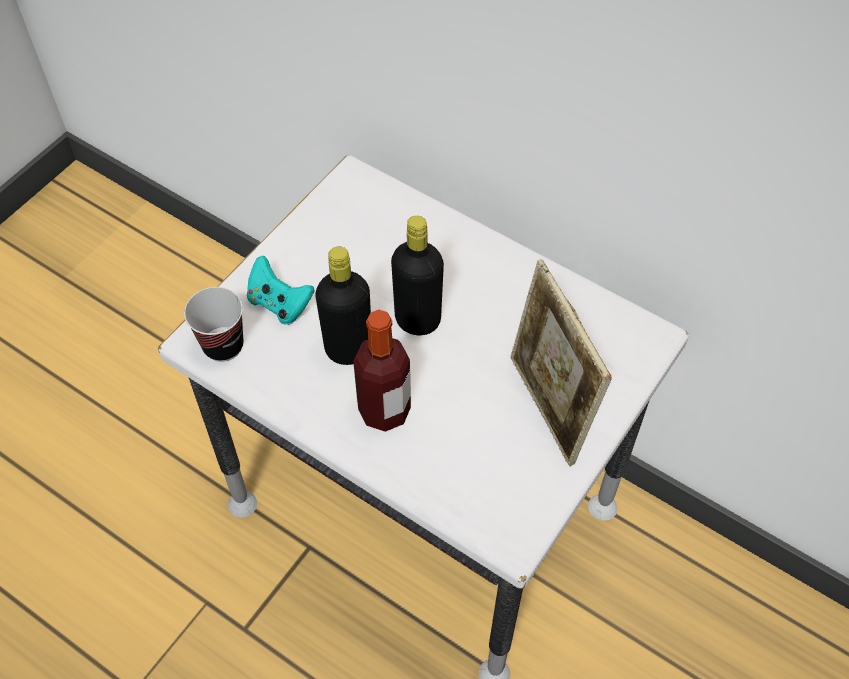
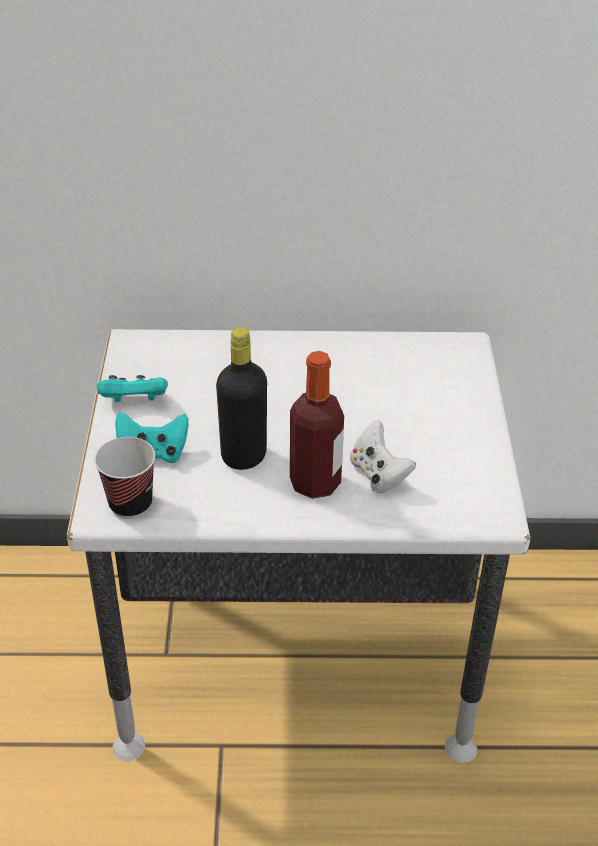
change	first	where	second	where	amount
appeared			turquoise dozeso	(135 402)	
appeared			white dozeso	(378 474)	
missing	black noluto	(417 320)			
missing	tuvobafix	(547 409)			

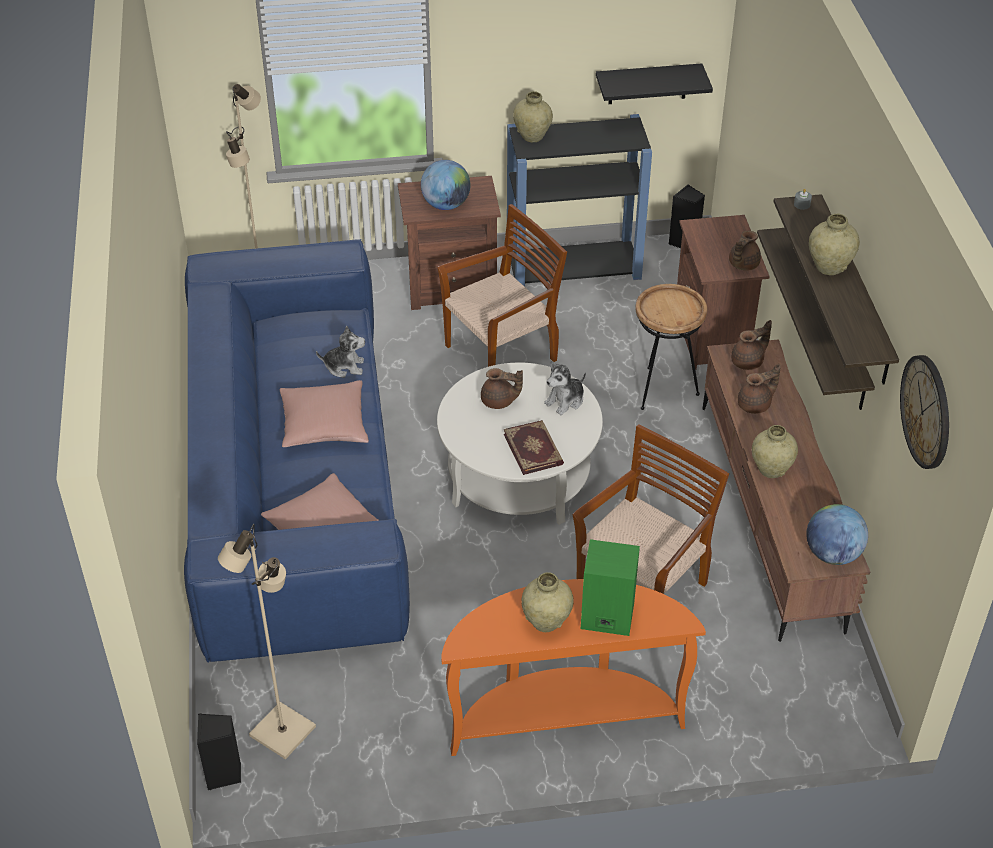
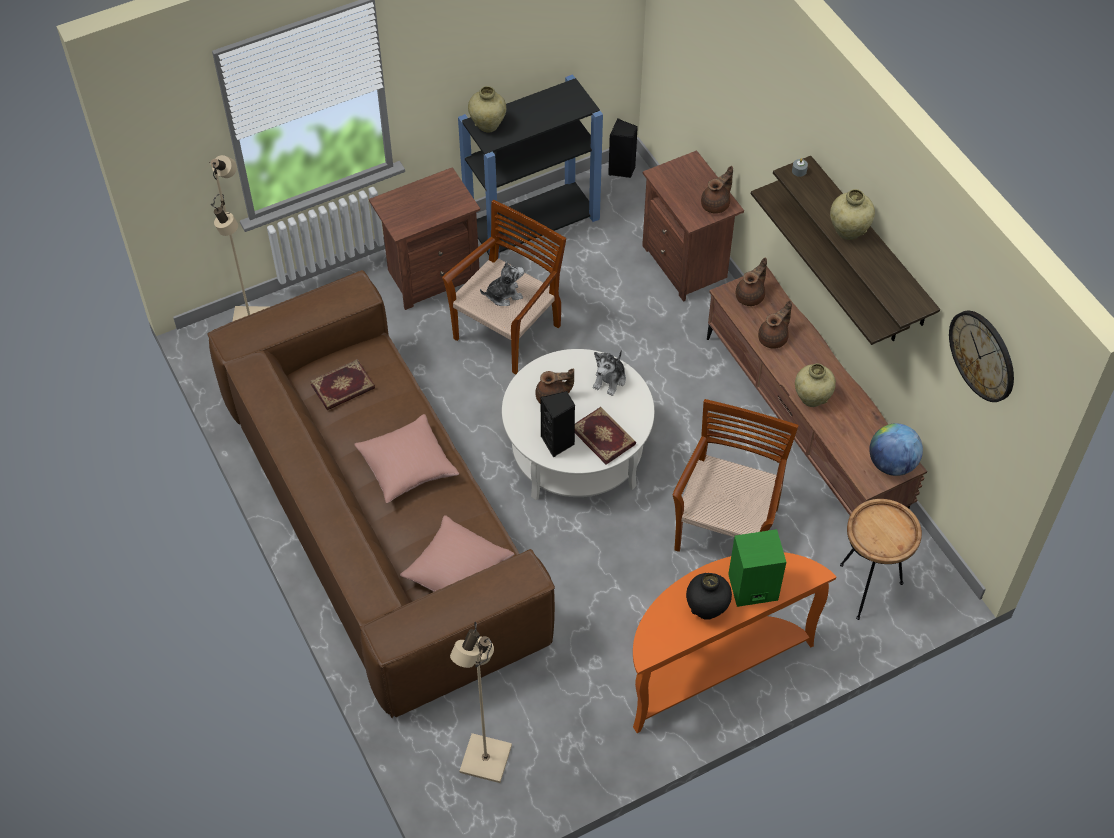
change	first	where	second	where	amount
colour	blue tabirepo	(295 480)	brown tabirepo	(382 517)	
appeared			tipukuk	(343 387)	
relocated	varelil	(344 367)		(504 295)	
relocated	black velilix	(224 774)		(558 442)	
colour	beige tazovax	(546 621)	black tazovax	(706 609)	
spun	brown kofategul	(742 264)		(716 204)	150 degrees counterclockwise
relocated	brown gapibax	(662 390)		(867 588)	
missing	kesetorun	(446 205)			
missing	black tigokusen	(647 84)			

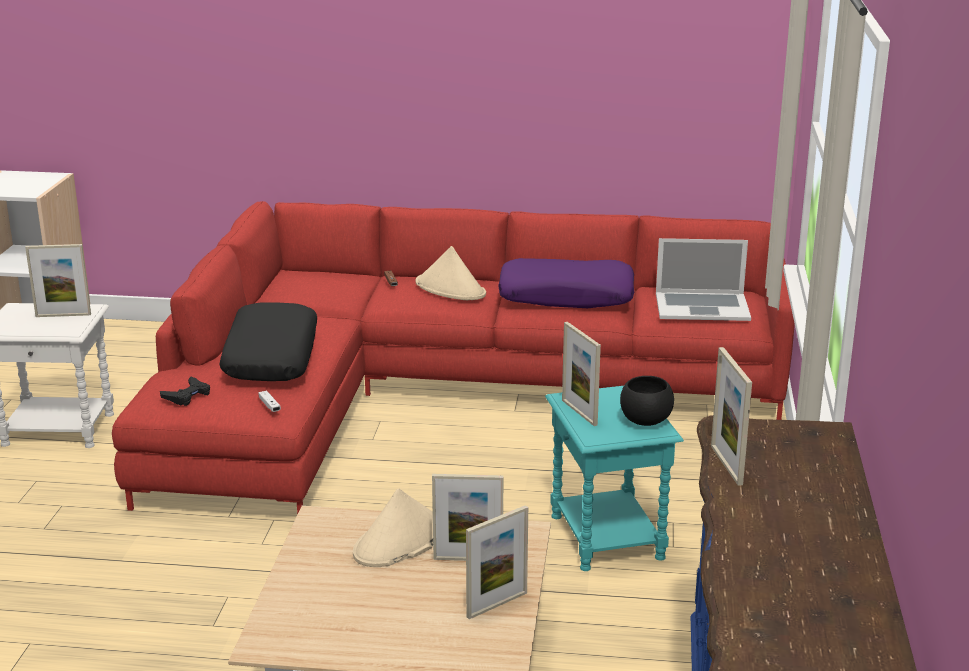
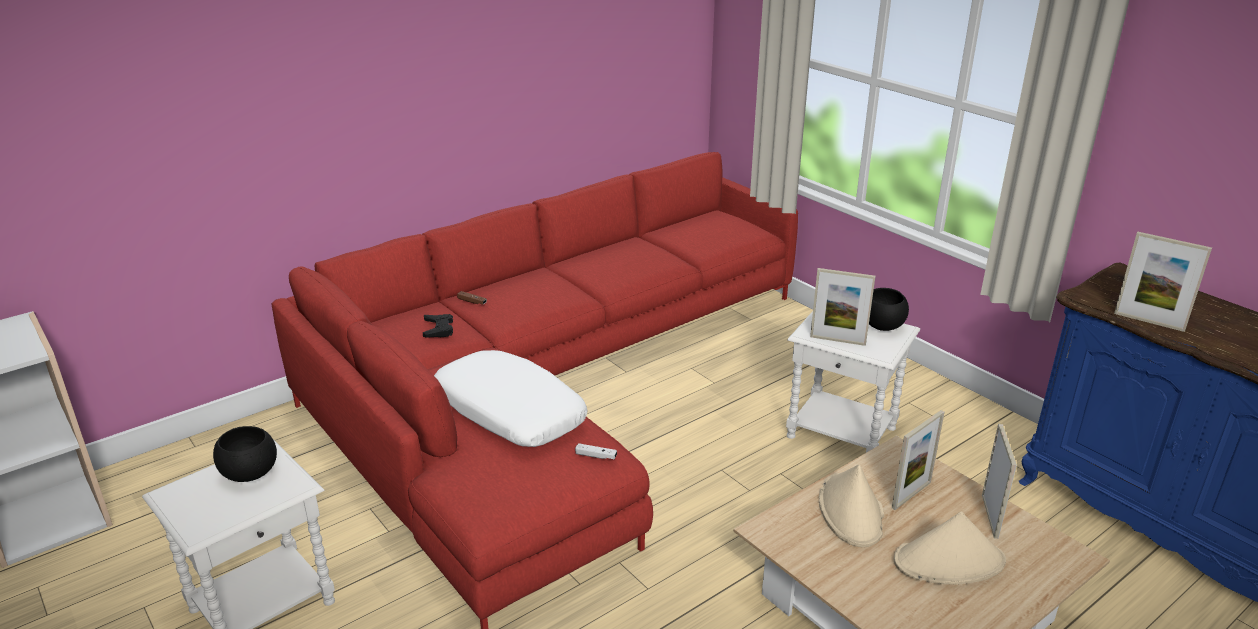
change	first	where	second	where	amount
exchanged	tuvobafix	(63 315)	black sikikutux	(250 473)	
relocated	black dozeso	(187 396)		(438 329)	
colour	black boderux	(270 357)	white boderux	(508 412)	
colour	turquoise gapibax	(609 536)	white gapibax	(842 431)	
relocated	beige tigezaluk	(451 289)		(949 561)	
missing	purple boderux	(566 296)			
missing	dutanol	(702 306)			

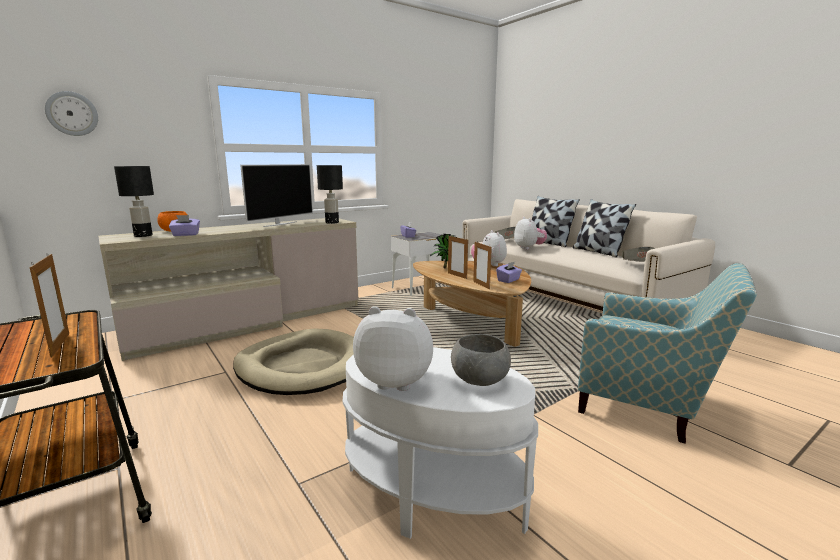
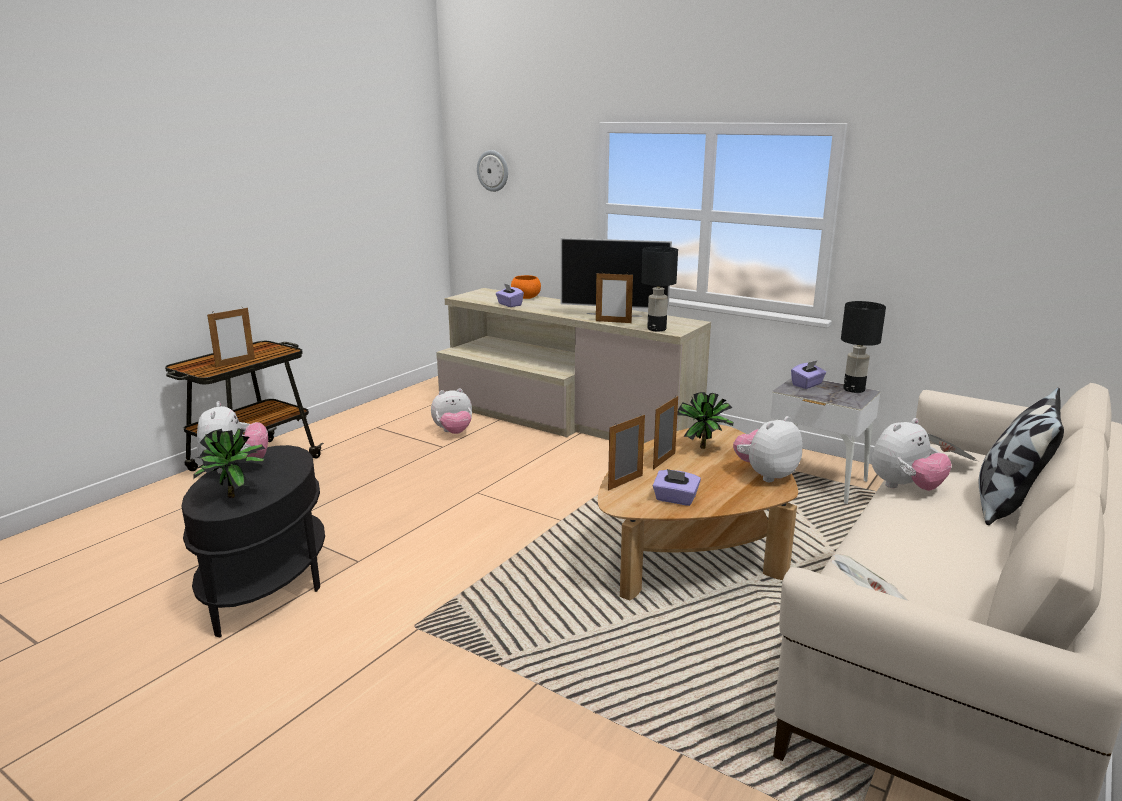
change	first	where	second	where	amount
colour	white gapibax	(433 494)	black gapibax	(266 586)	
exchanged	grey sikikutux	(479 379)	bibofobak	(236 496)	
appeared			varelil	(453 432)	
appeared			tuvobafix	(613 322)	
relocated	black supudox	(143 235)		(854 390)	
missing	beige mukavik	(303 367)			
missing	boderux	(598 252)			
missing	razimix	(650 405)			

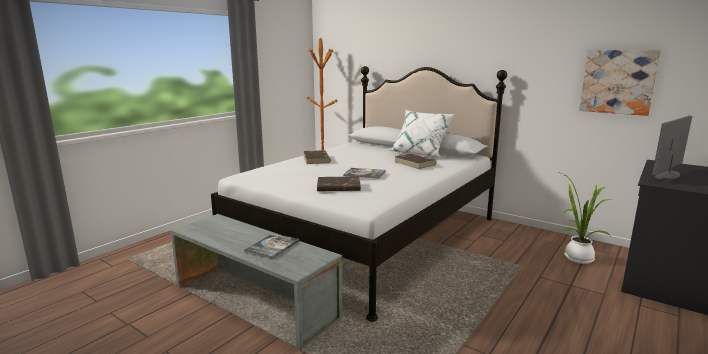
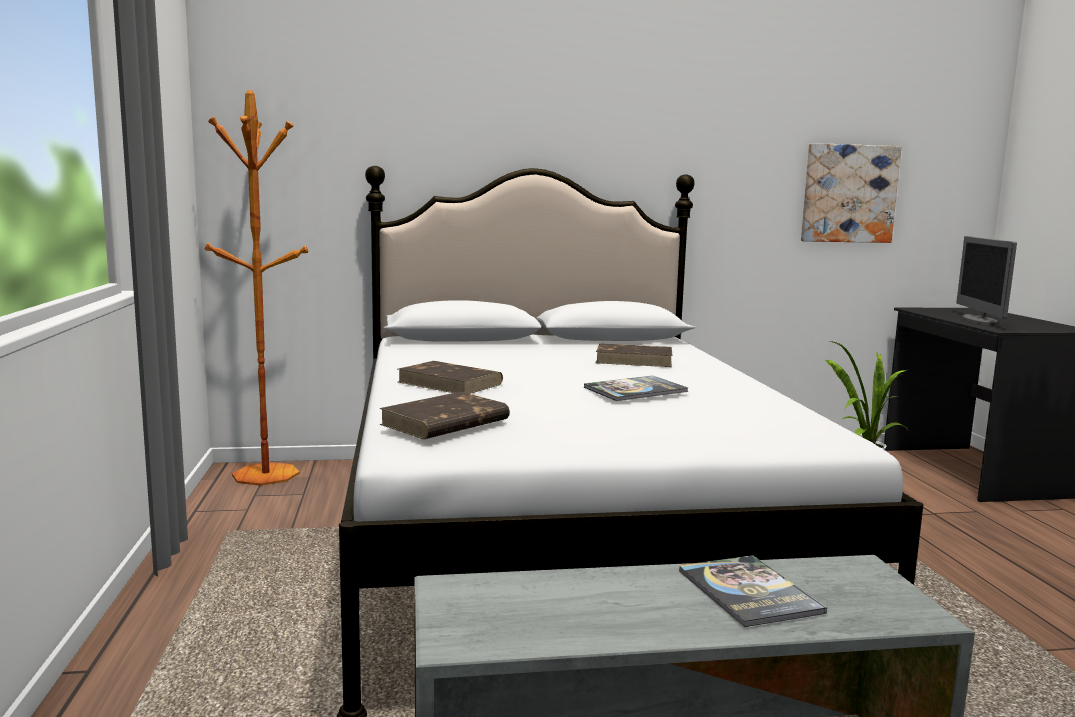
change	first	where	second	where	amount
relocated	brown tipukuk	(338 187)		(444 422)	
missing	white boderux	(420 154)			

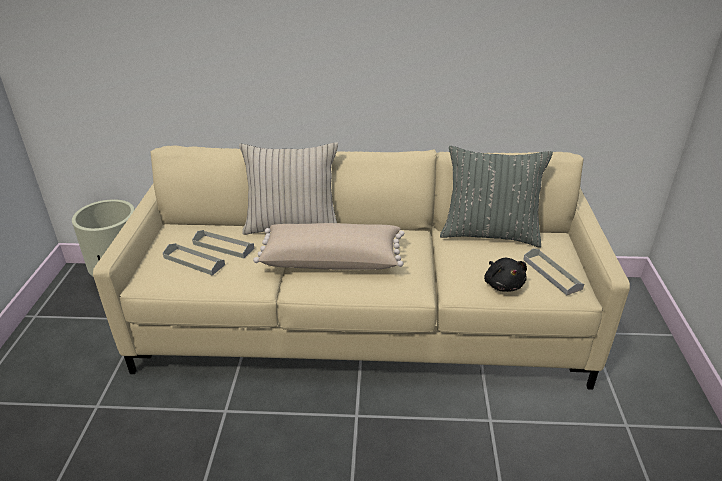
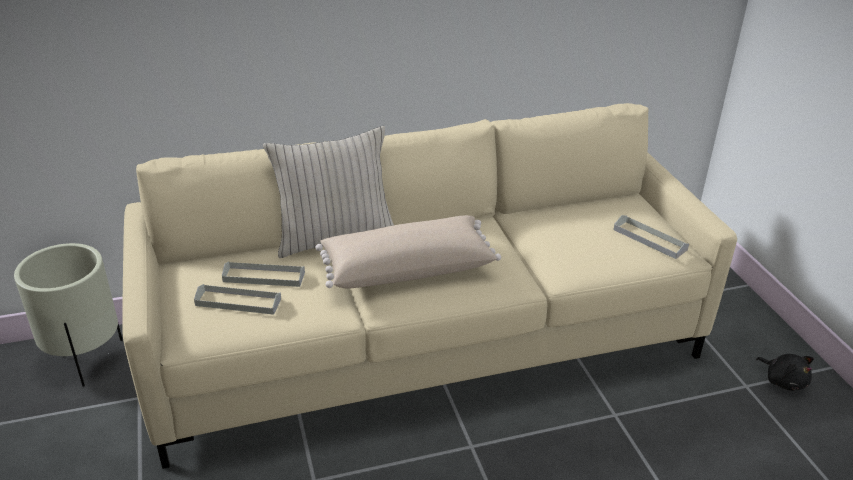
change	first	where	second	where	amount
relocated	black varelil	(503 284)		(783 381)	
missing	grey boderux	(489 234)			

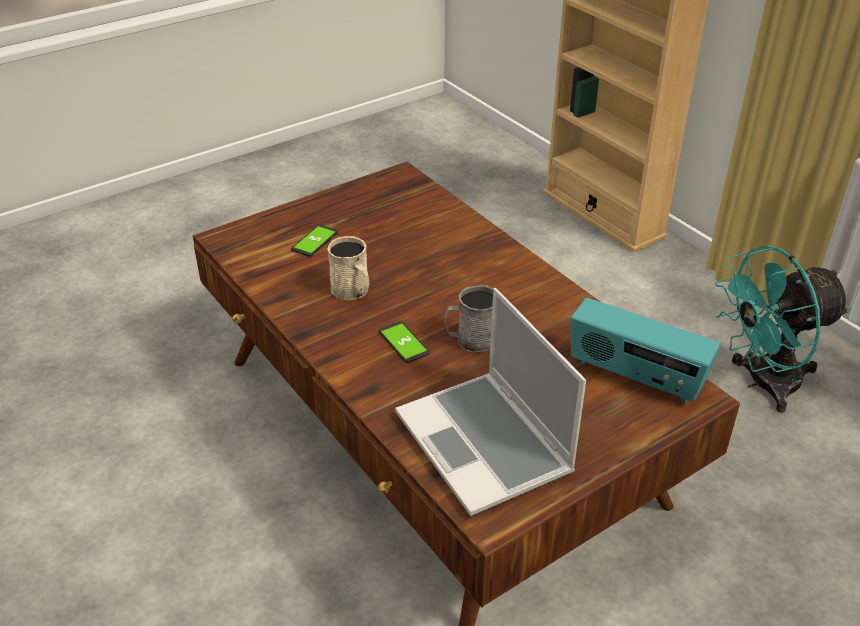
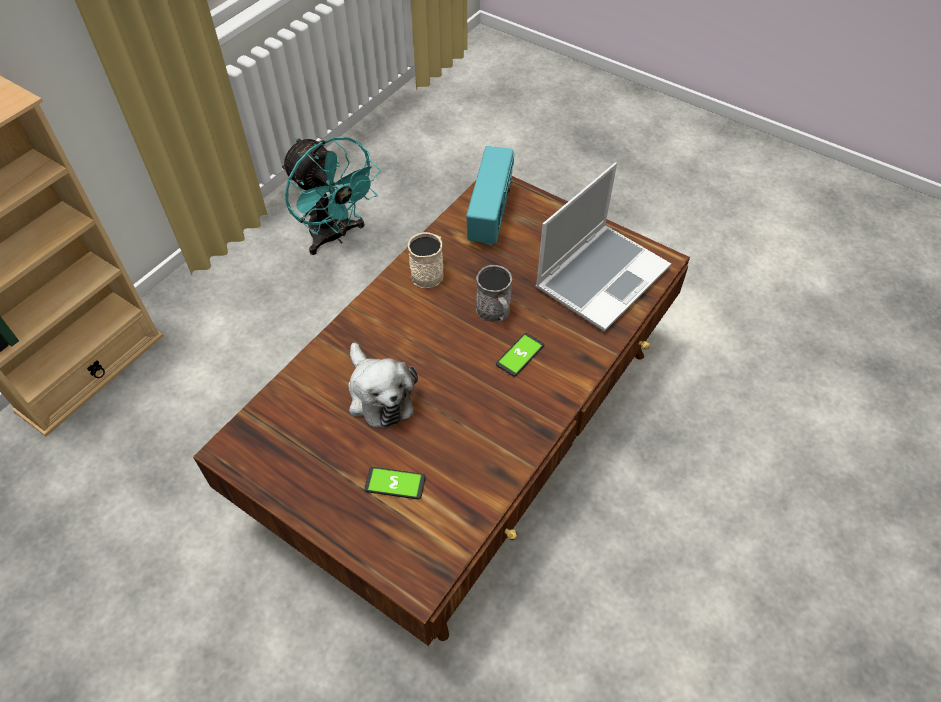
change	first	where	second	where	amount
appeared			varelil	(378 395)	
relocated	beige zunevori	(353 291)		(429 272)	

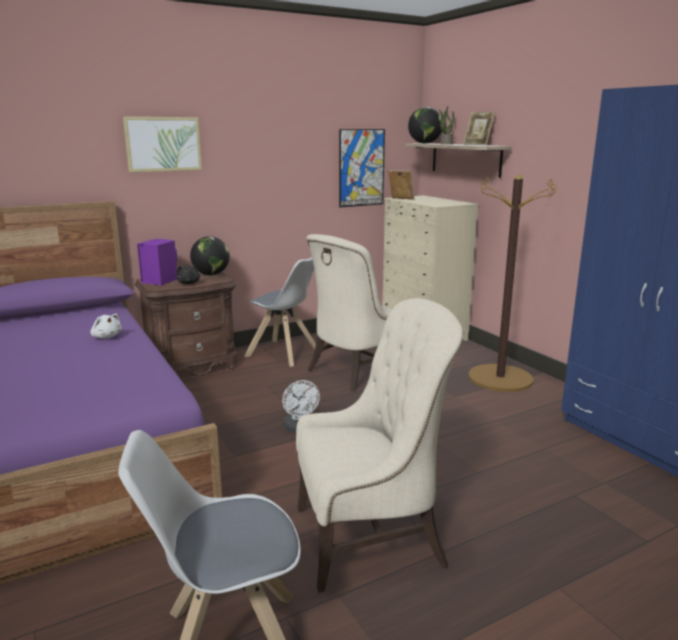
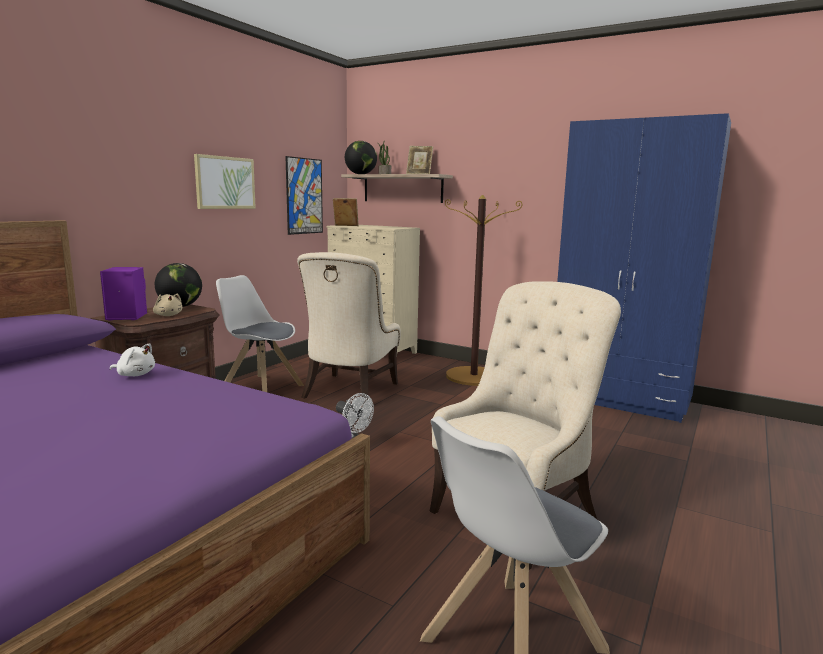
change	first	where	second	where	amount
colour	black varelil	(188 283)	beige varelil	(168 315)	
relocated	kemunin	(163 144)		(225 182)	
spun	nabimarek	(284 353)		(260 387)	150 degrees counterclockwise

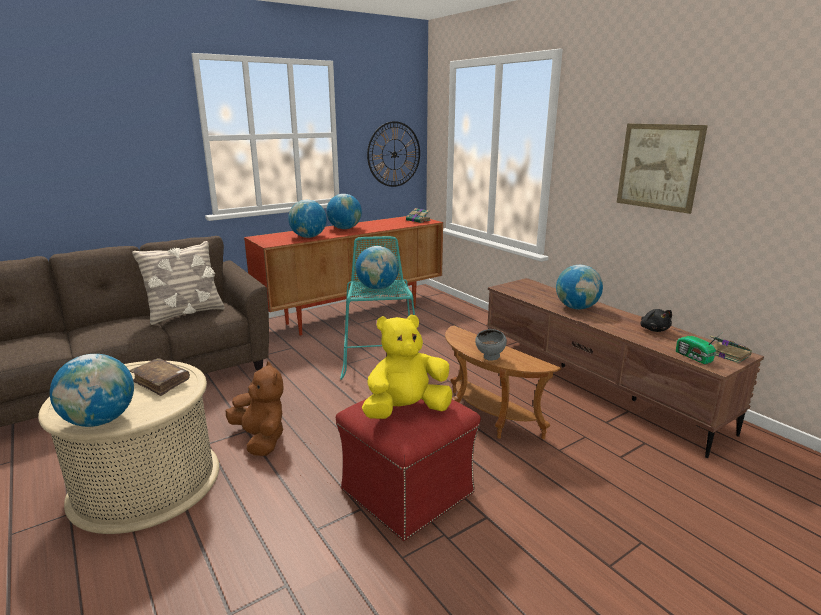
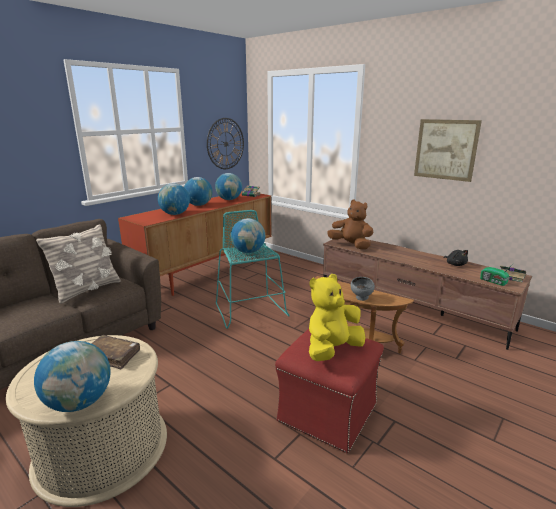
change	first	where	second	where	amount
relocated	kesetorun	(576 308)		(229 199)	
relocated	brown varelil	(261 439)		(351 245)	

